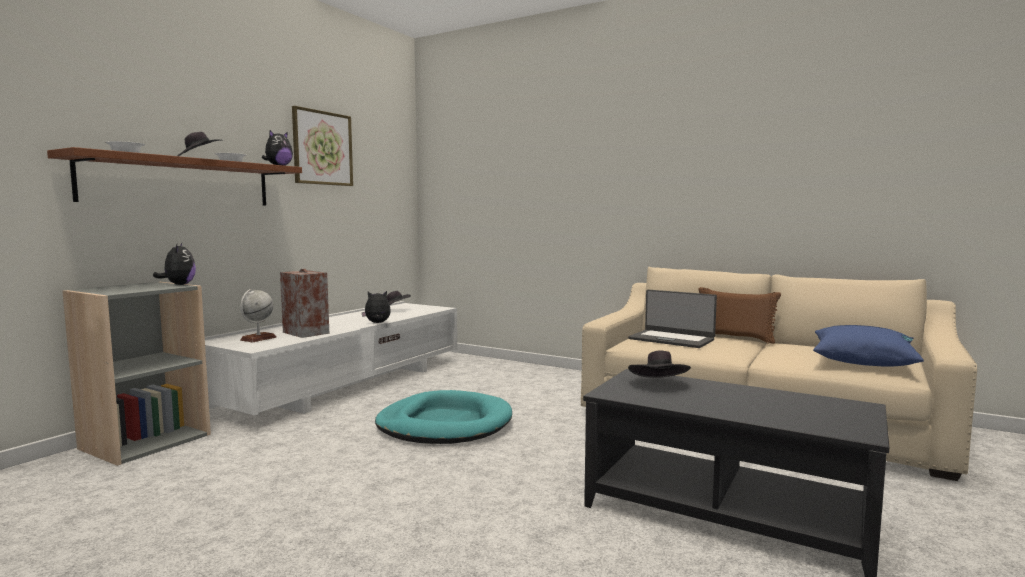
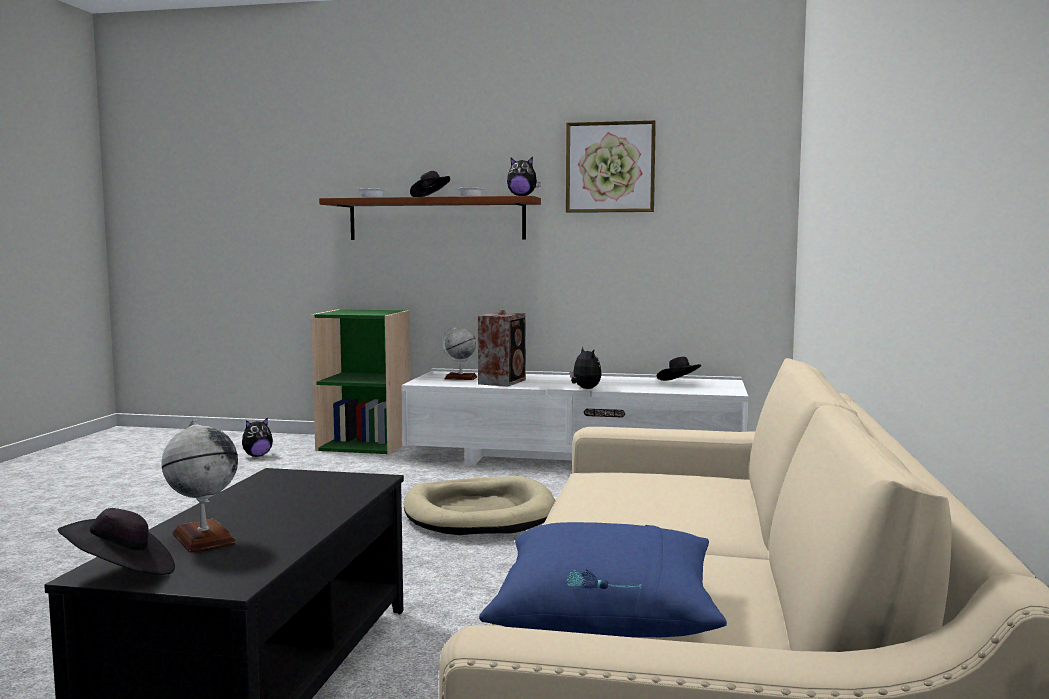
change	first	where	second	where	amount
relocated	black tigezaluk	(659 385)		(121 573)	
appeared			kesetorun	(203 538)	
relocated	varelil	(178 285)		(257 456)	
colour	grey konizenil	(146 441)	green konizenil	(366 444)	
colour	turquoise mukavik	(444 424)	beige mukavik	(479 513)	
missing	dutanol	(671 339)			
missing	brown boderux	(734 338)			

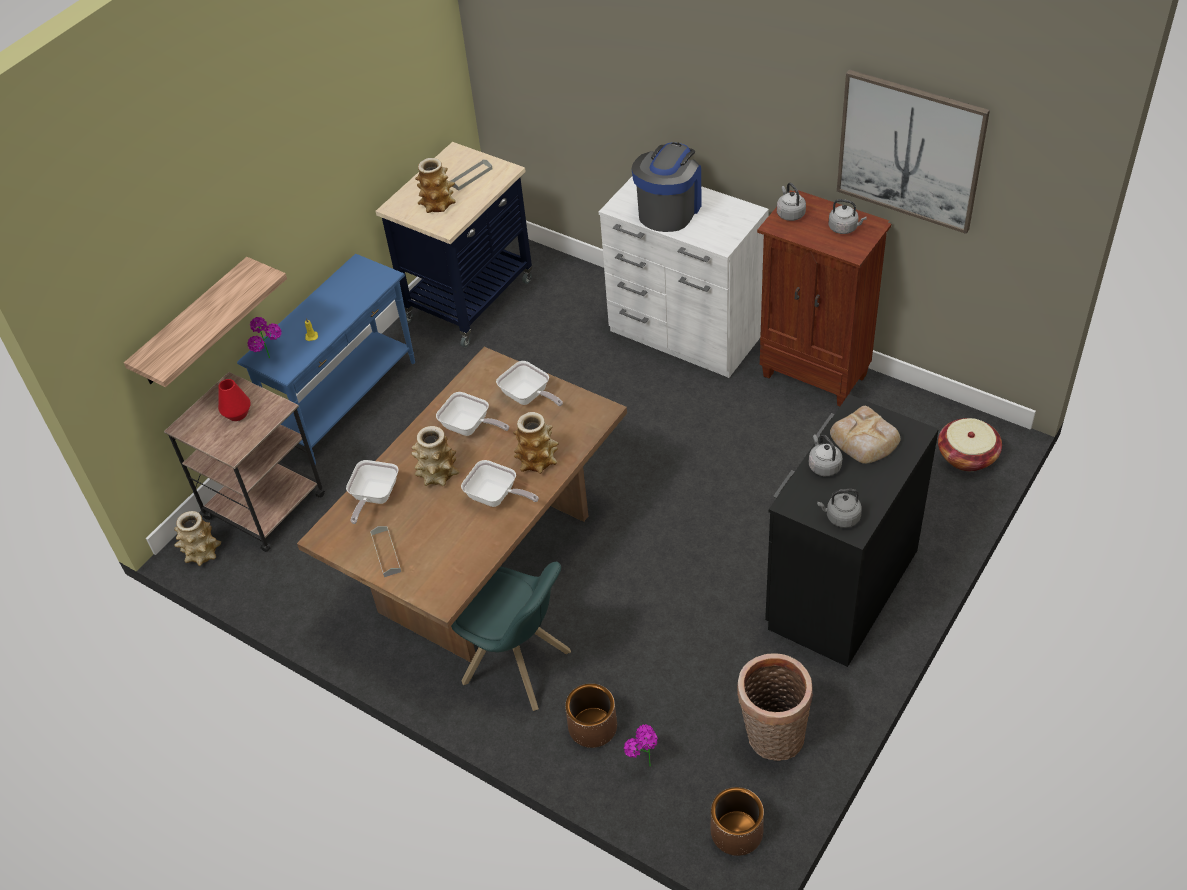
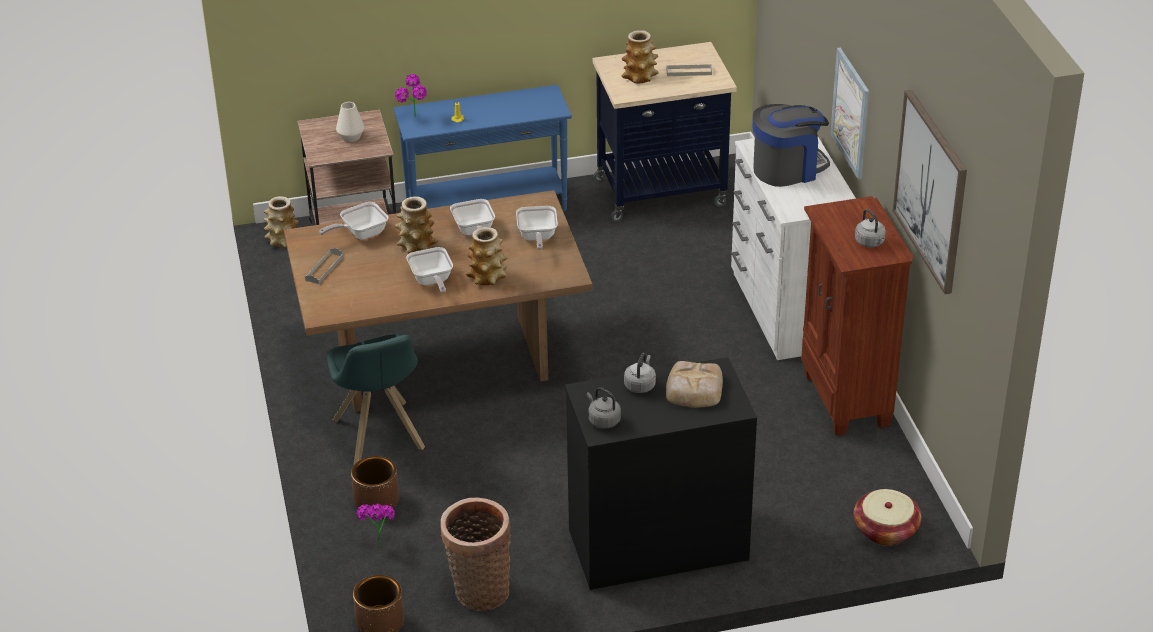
change	first	where	second	where	amount
colour	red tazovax	(237 413)	white tazovax	(351 137)	
appeared			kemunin	(851 113)	
missing	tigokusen	(193 323)			
missing	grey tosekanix	(790 213)			

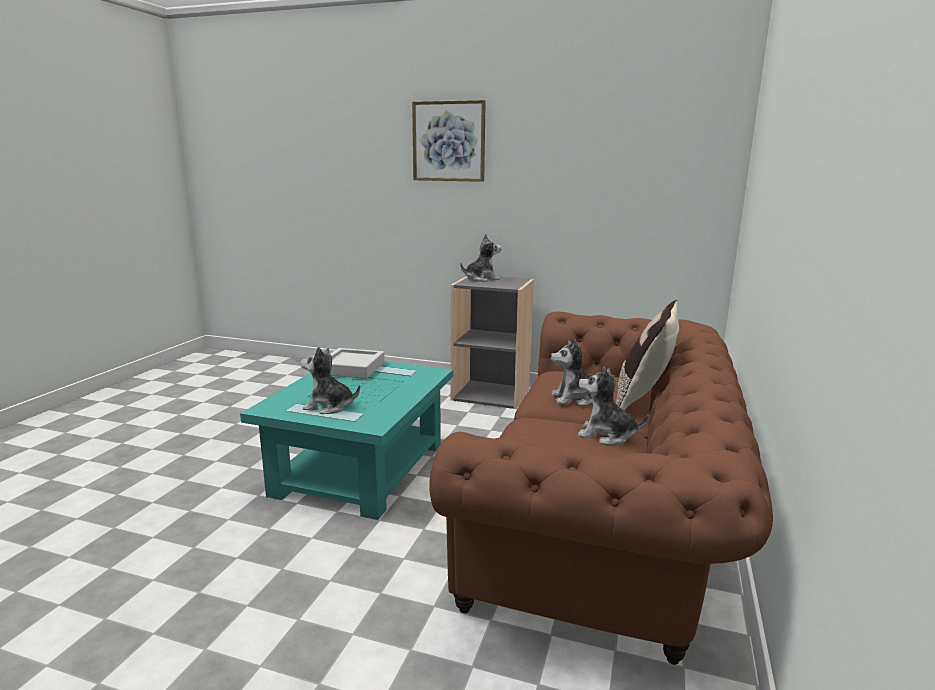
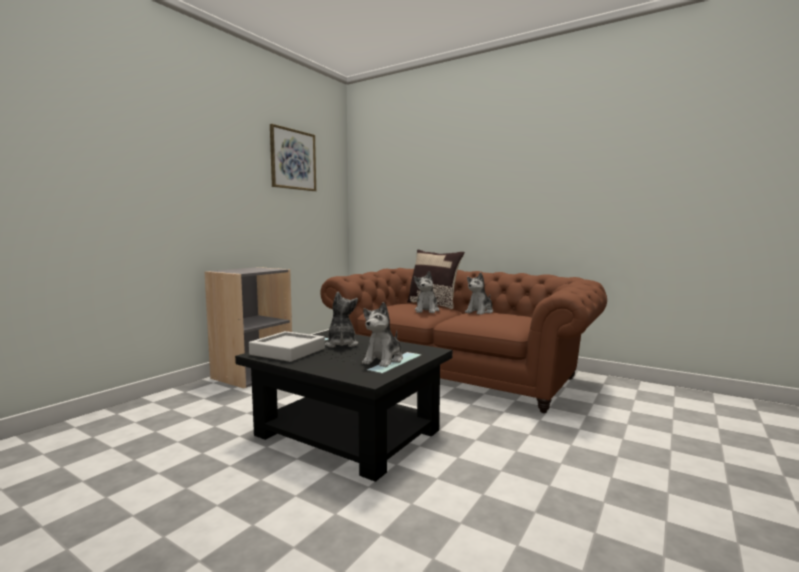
change	first	where	second	where	amount
colour	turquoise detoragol	(361 468)	black detoragol	(348 432)	
relocated	kemunin	(449 141)		(293 159)	
relocated	varelil	(481 279)		(341 344)	

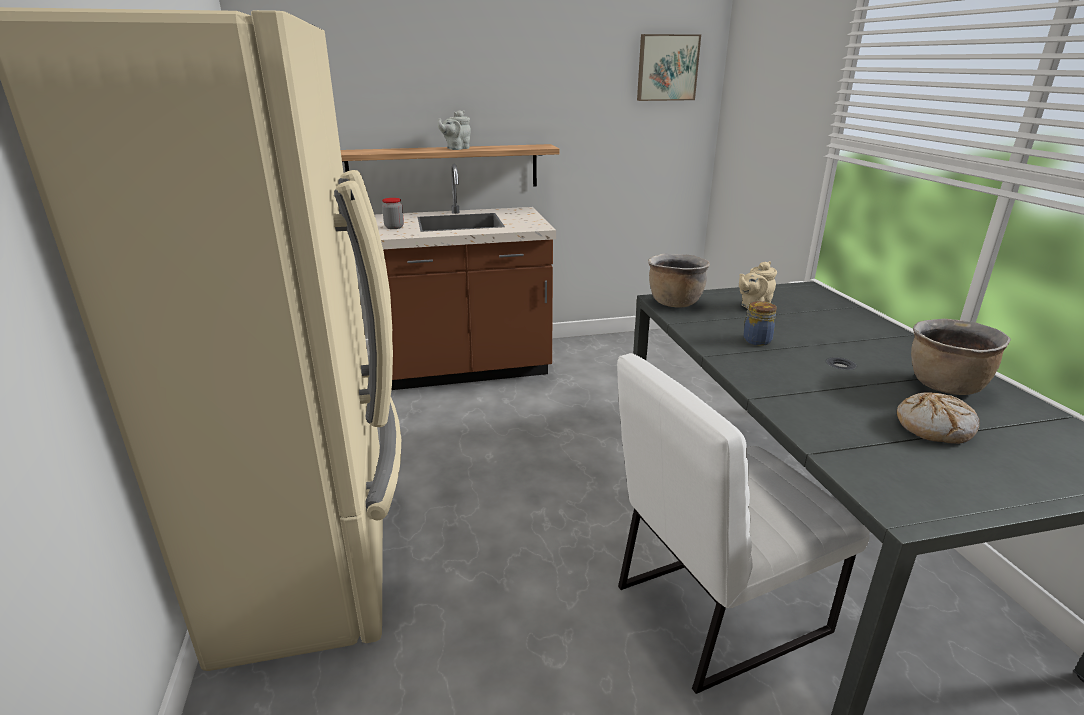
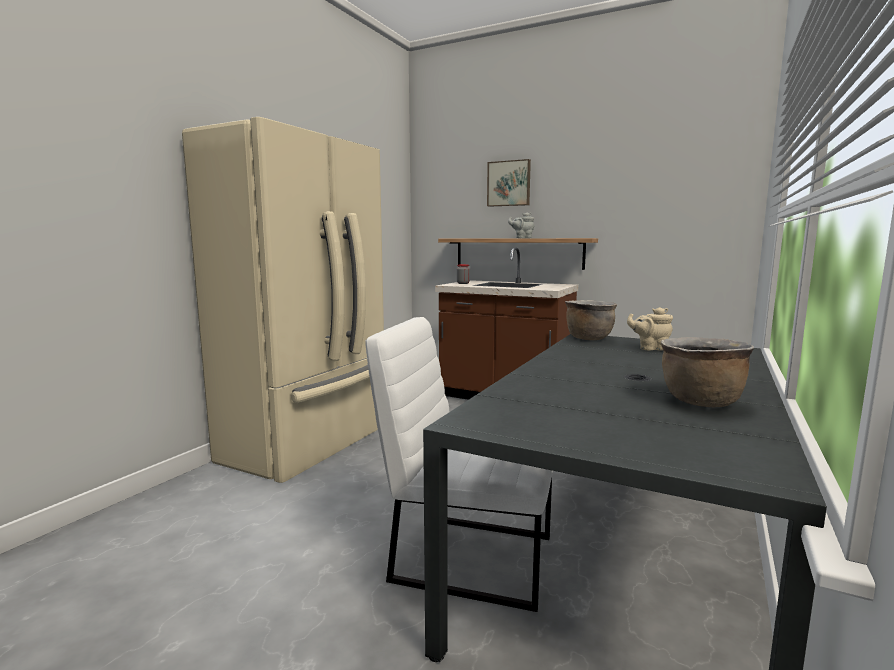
change	first	where	second	where	amount
relocated	kemunin	(667 68)		(509 183)	
missing	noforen	(756 340)			
missing	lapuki	(934 427)			

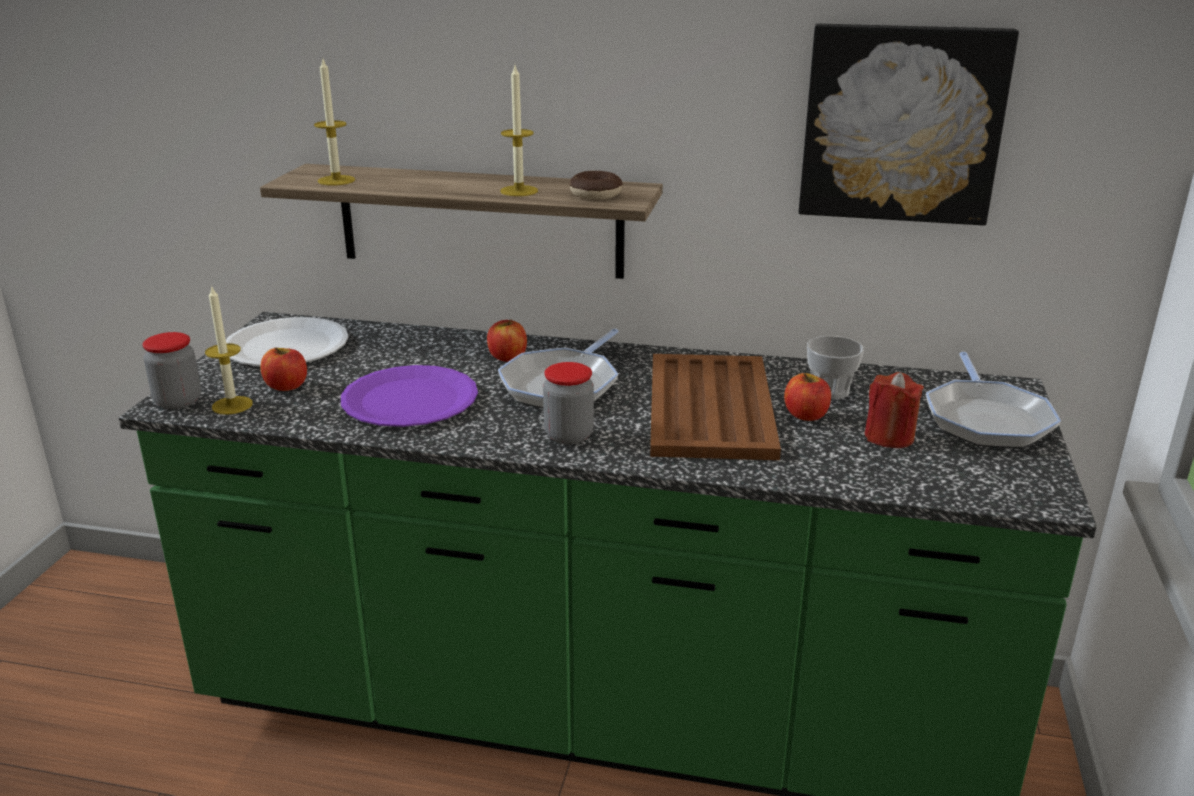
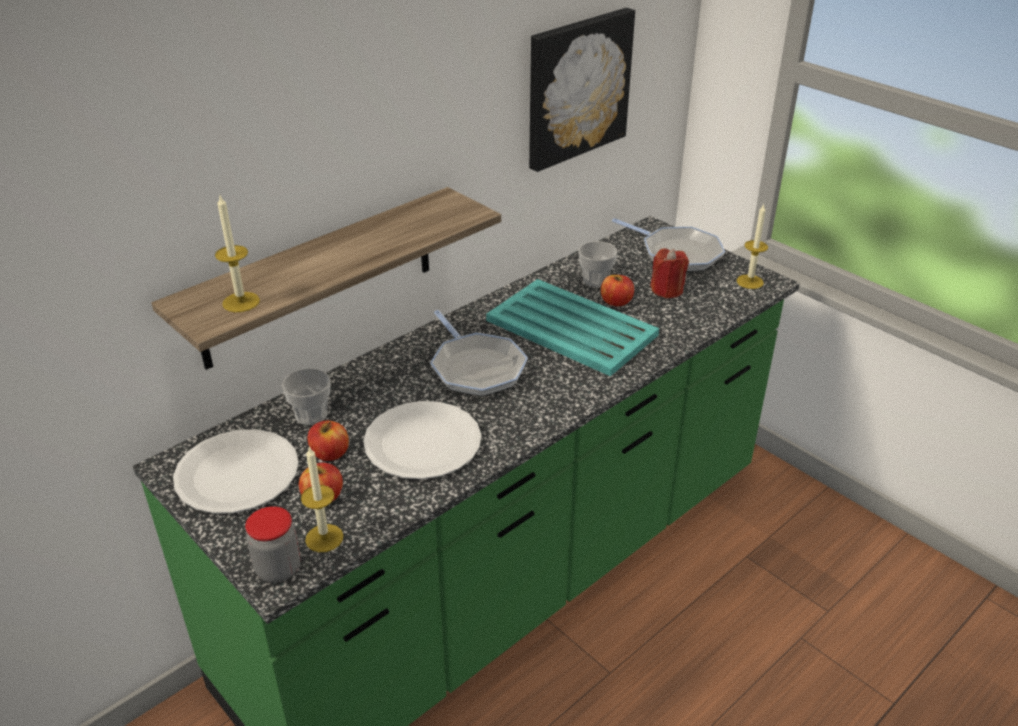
change	first	where	second	where	amount
appeared			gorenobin	(311 415)	
relocated	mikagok	(507 357)		(330 454)	
colour	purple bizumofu	(409 400)	white bizumofu	(422 443)	
colour	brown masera	(709 408)	turquoise masera	(572 328)	
relocated	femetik	(519 191)		(750 282)	
missing	noforen	(569 435)			
missing	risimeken	(595 194)			

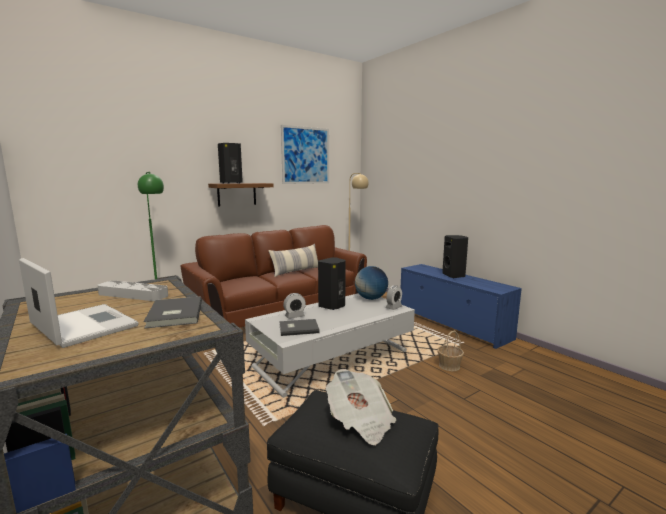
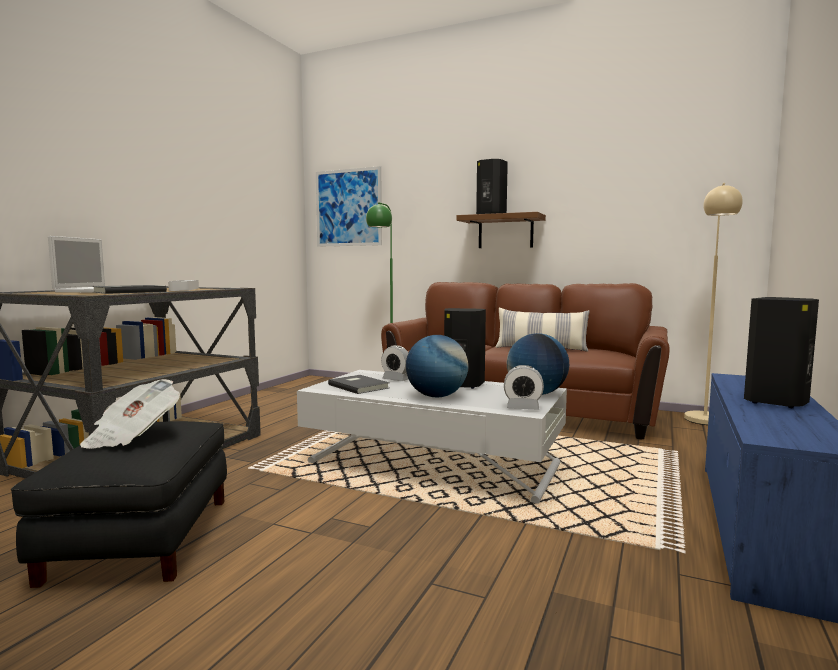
change	first	where	second	where	amount
relocated	kemunin	(306 155)		(348 208)	
appeared			kesetorun	(436 396)	
missing	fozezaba	(449 366)			

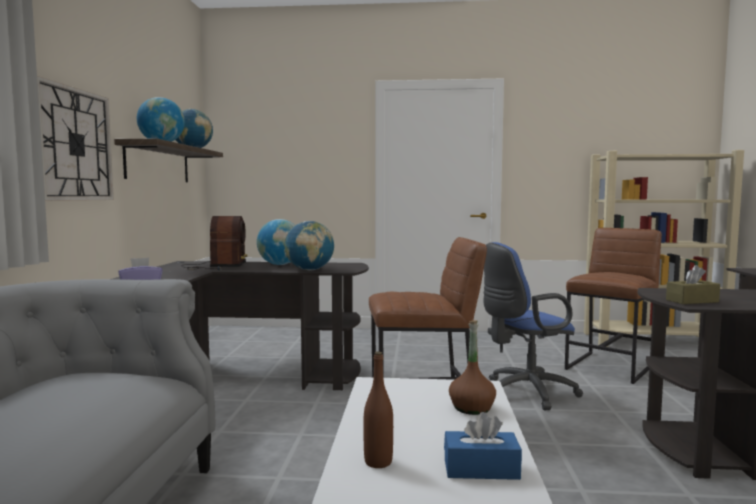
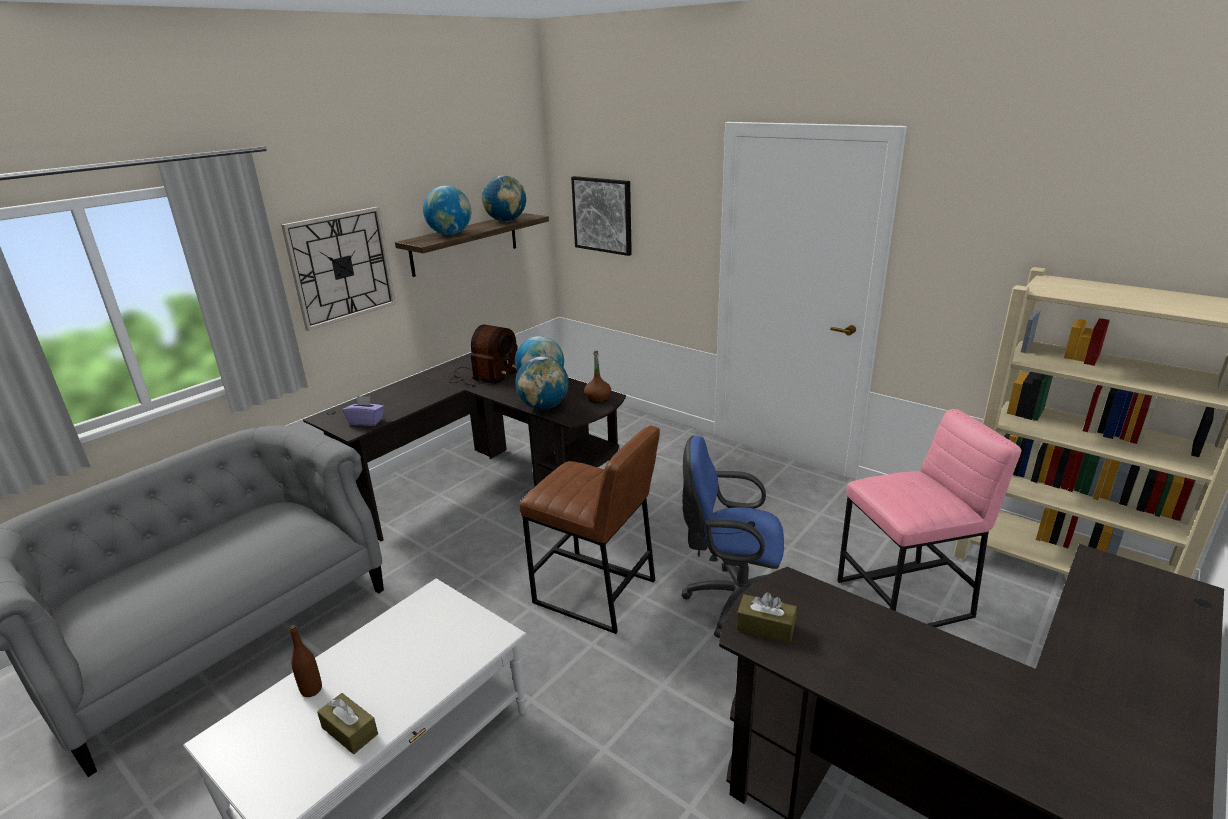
change	first	where	second	where	amount
colour	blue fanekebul	(481 469)	brown fanekebul	(350 731)	
appeared			kemunin	(602 215)	
relocated	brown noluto	(471 408)		(597 398)	
colour	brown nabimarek	(610 367)	pink nabimarek	(905 598)	

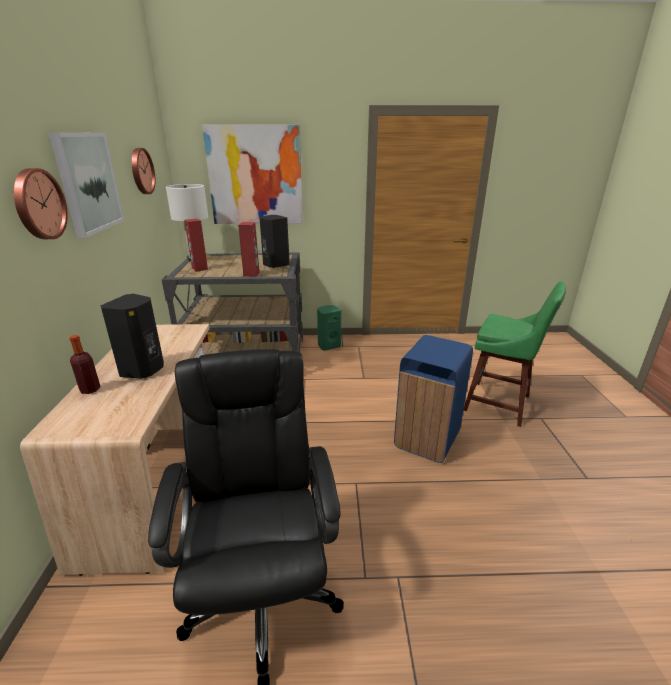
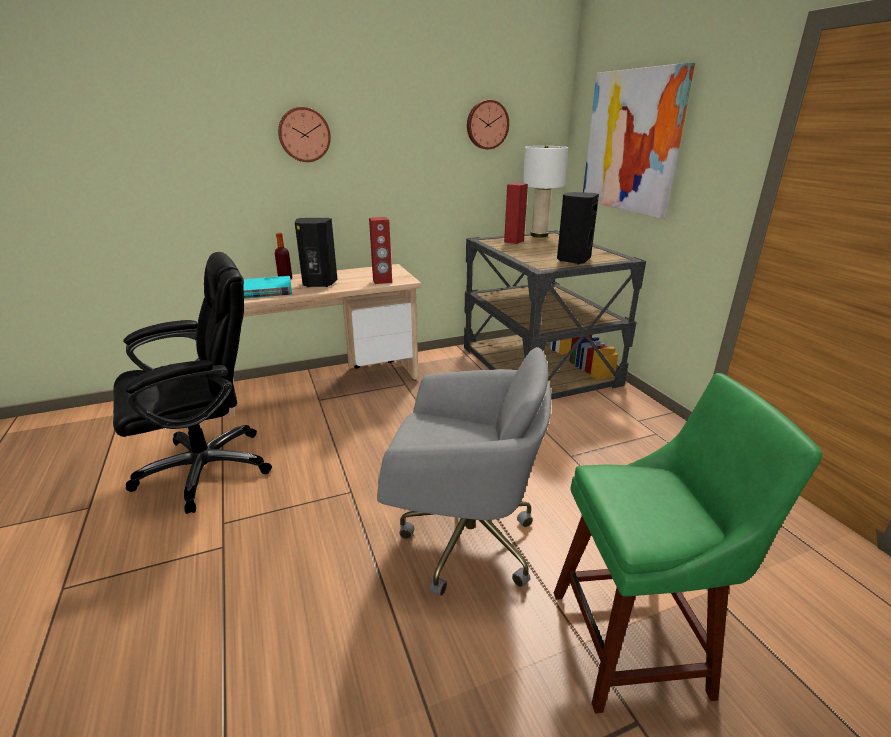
change	first	where	second	where	amount
appeared			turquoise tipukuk	(266 290)	
relocated	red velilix	(251 274)		(382 281)	
exchanged	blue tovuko	(428 439)	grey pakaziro	(462 543)	
spun	green nabimarek	(501 404)		(636 641)	105 degrees counterclockwise
missing	kemunin	(88 182)			
missing	green velilix	(328 346)			

